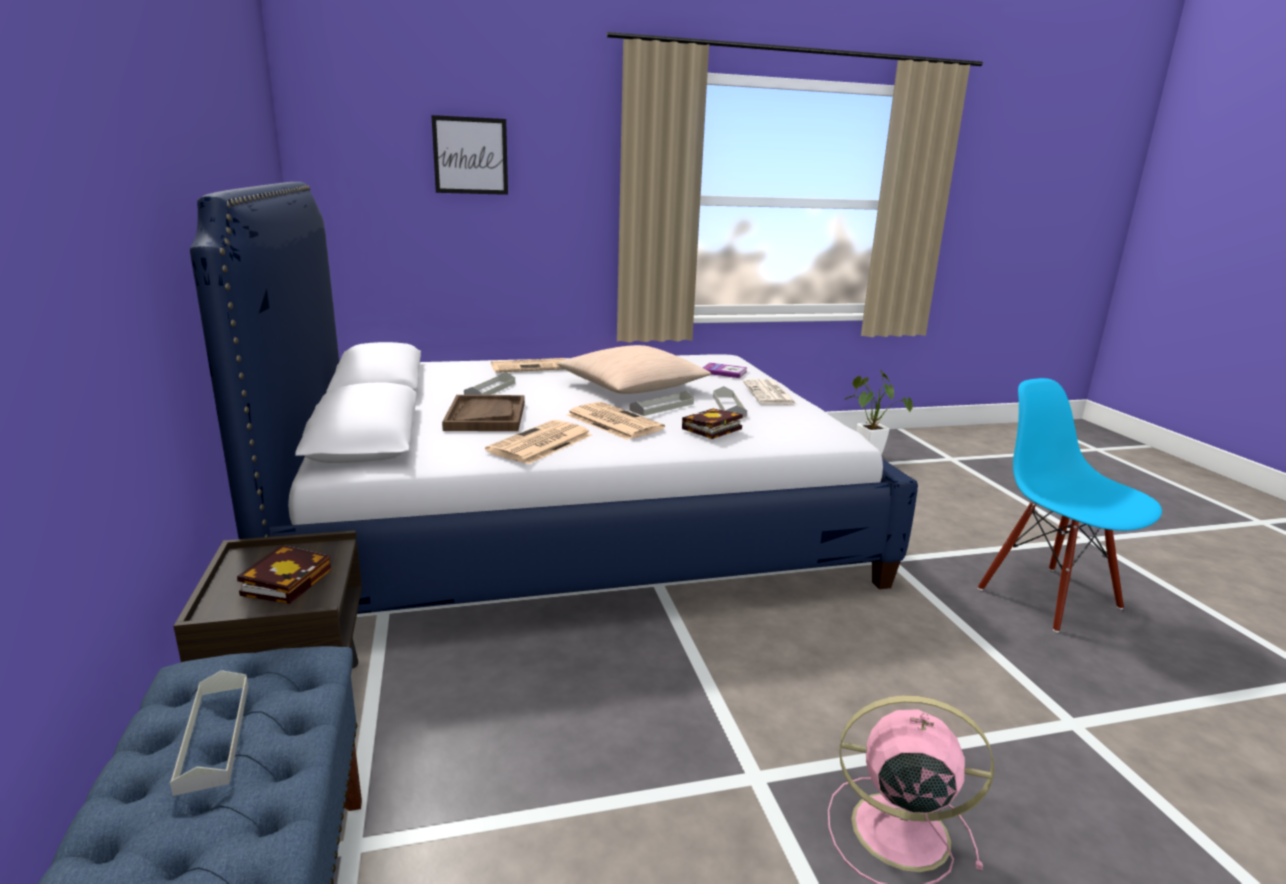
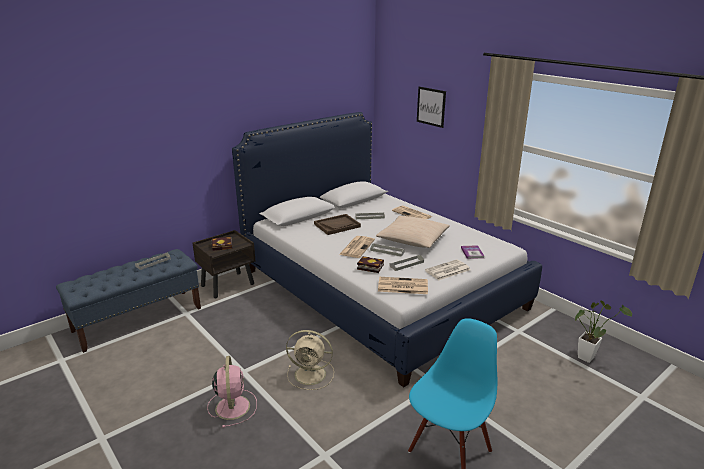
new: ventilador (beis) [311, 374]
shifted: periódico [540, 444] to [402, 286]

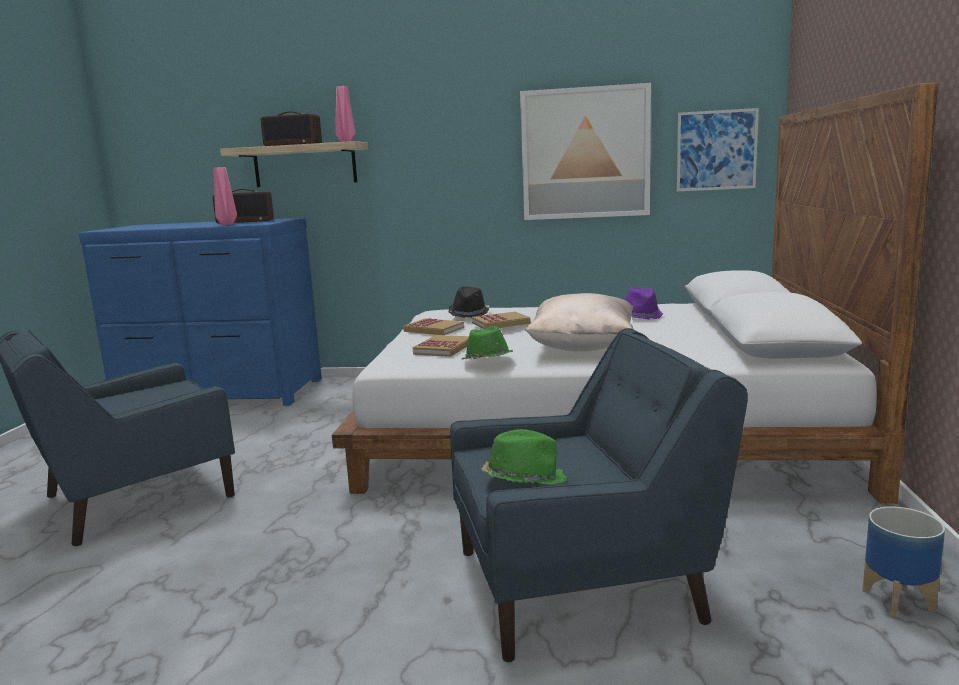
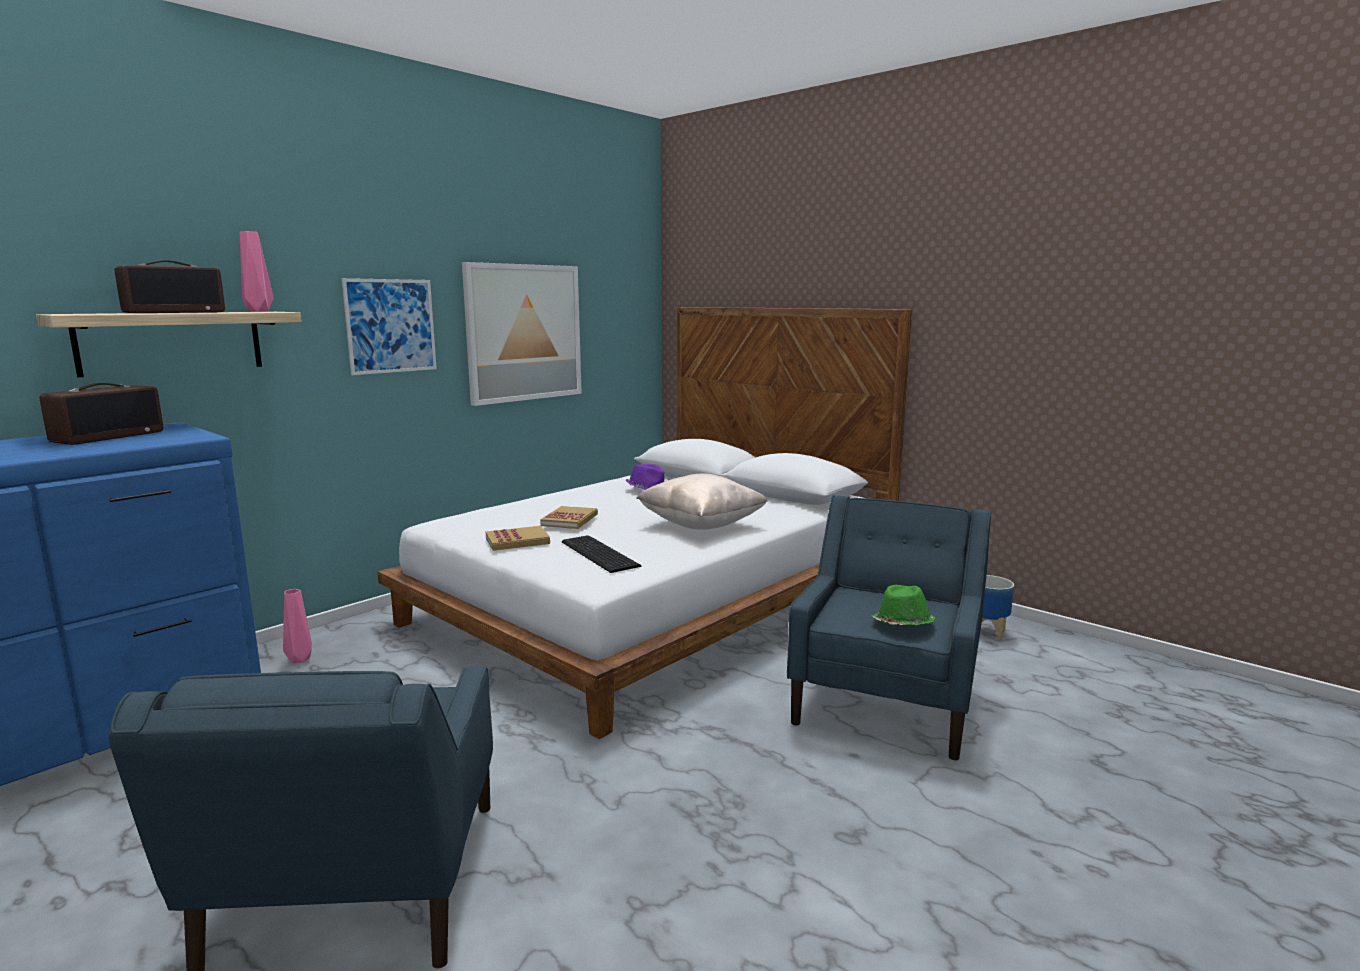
gone: sombrero (negro) [469, 313]; sombrero (verde) [487, 361]
shifted: florero (rosa) [227, 224] to [301, 659]; cuadro [716, 150] to [391, 326]
swapped: libro [443, 348] to teclado [598, 554]

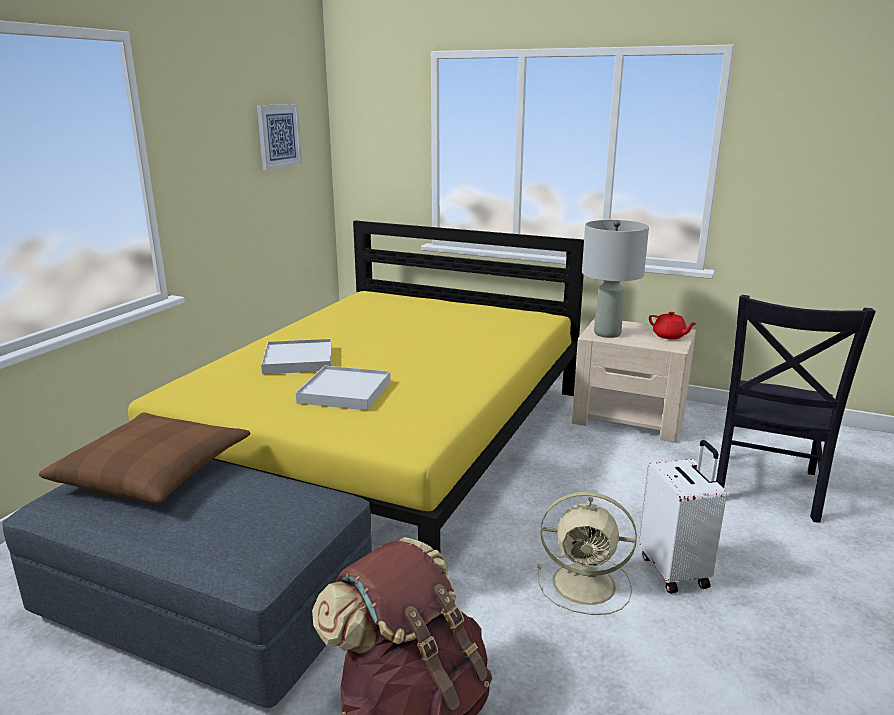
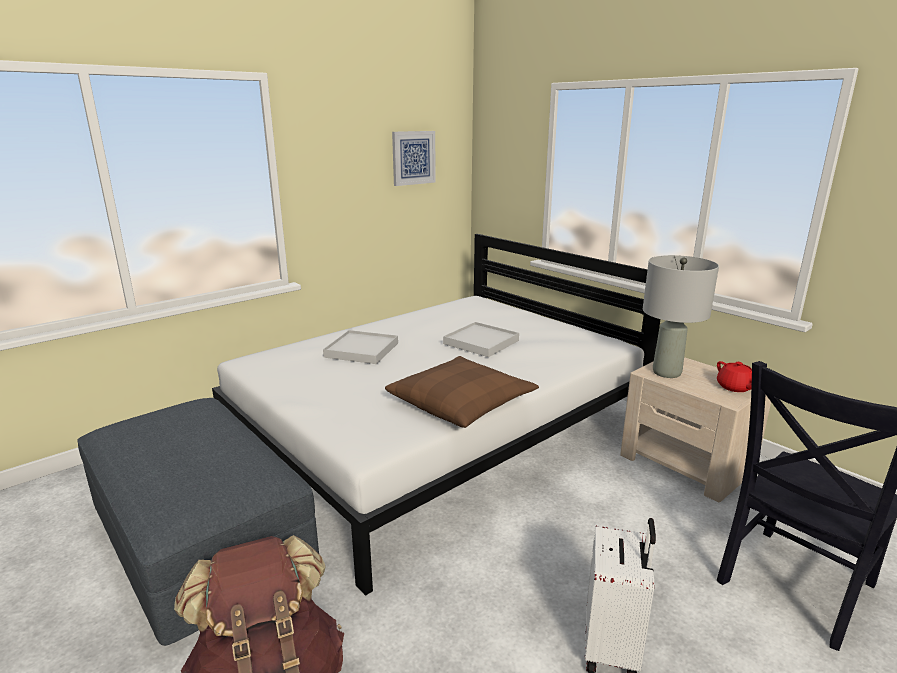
gone: ventilador (beis) [586, 584]
shifted: cojín (marrón) [153, 472] to [461, 403]; bandeja (blanco) [345, 392] to [481, 342]
repainted: cama (amarillo) [389, 441] to cama (blanco) [440, 434]

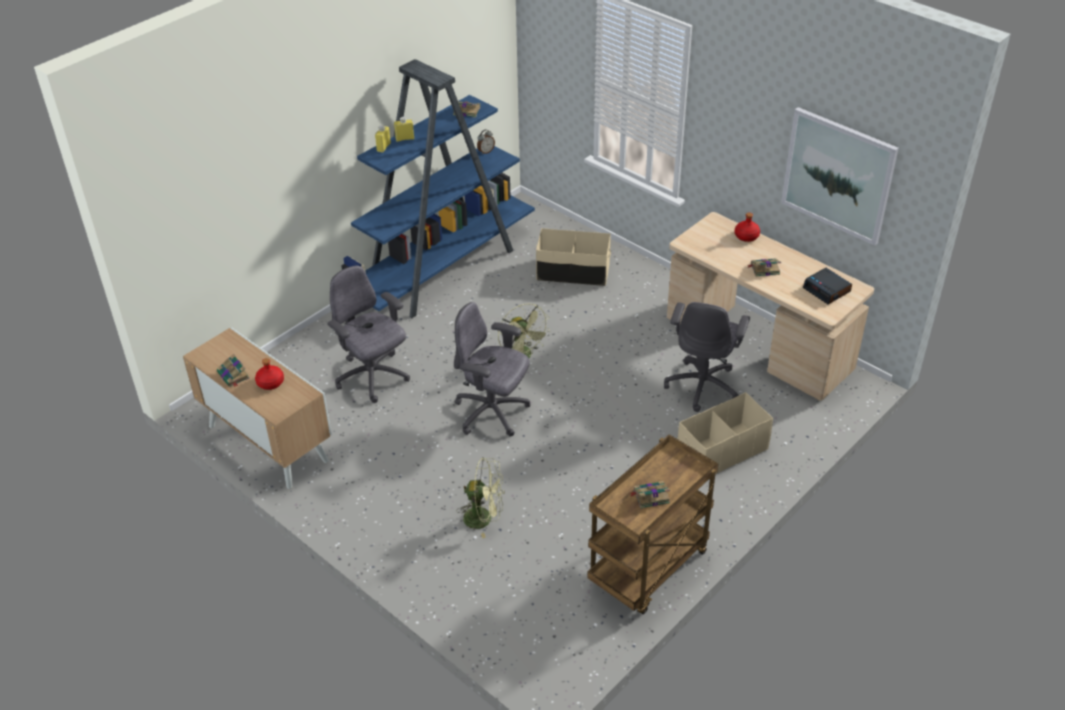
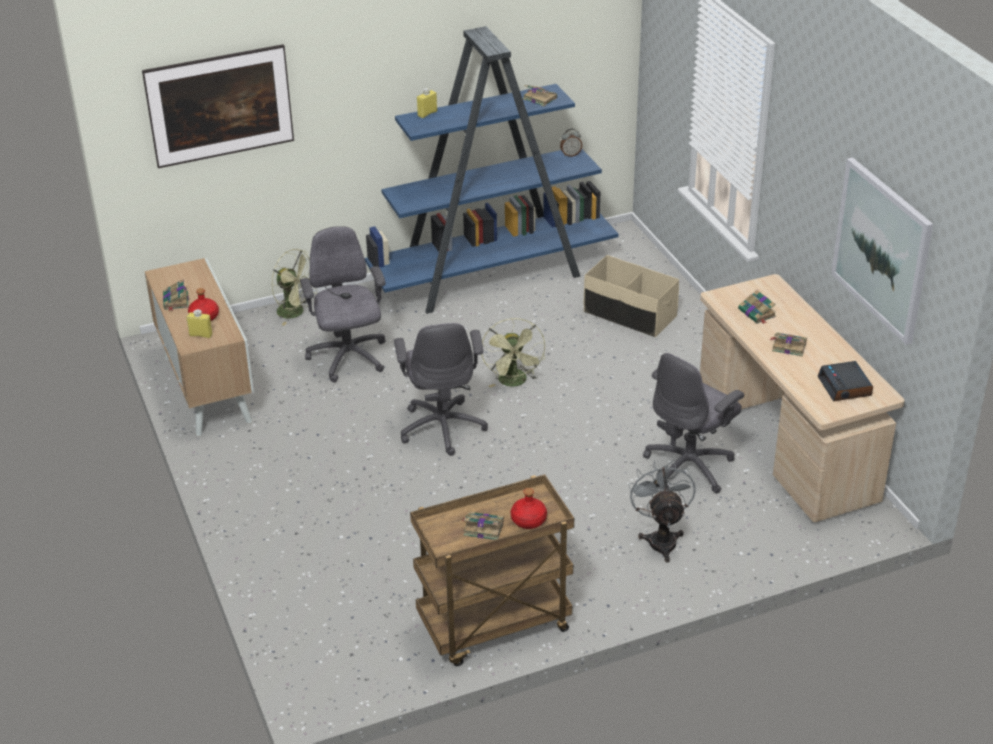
new: cuadro [223, 129]; libro [757, 313]
shifted: botella (amarillo) [404, 139] to [201, 335]; ventilador (verde) [484, 518] to [296, 312]; botella (rojo) [746, 236] to [529, 520]
swapped: caja de almacenaje (beis) [721, 451] to ventilador (gris) [661, 538]
rotated: silla de oficina (gris) [492, 413] = [442, 427] 150 degrees counterclockwise

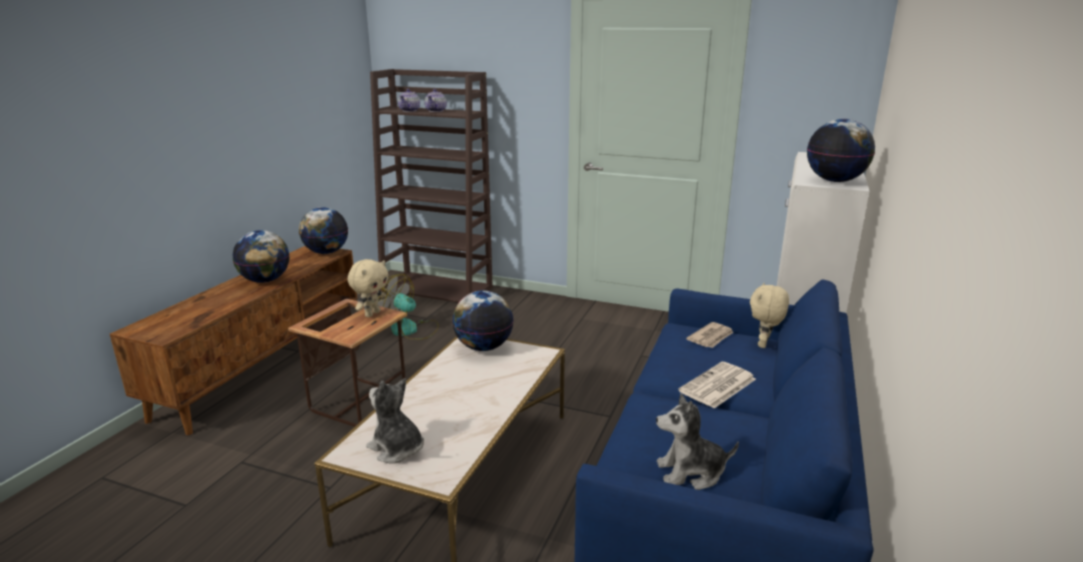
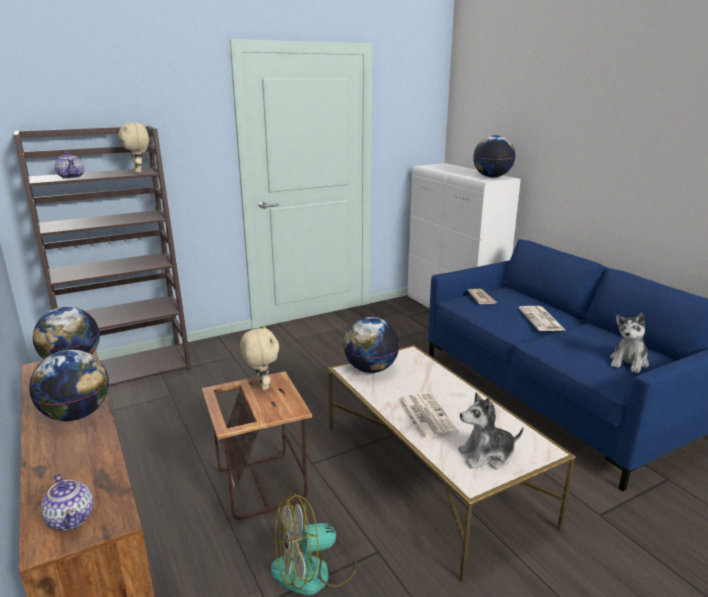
new: periódico [425, 416]
shifted: ventilador [410, 330] to [314, 570]; tetera [436, 111] to [71, 518]; peluche (beis) [764, 344] to [139, 172]

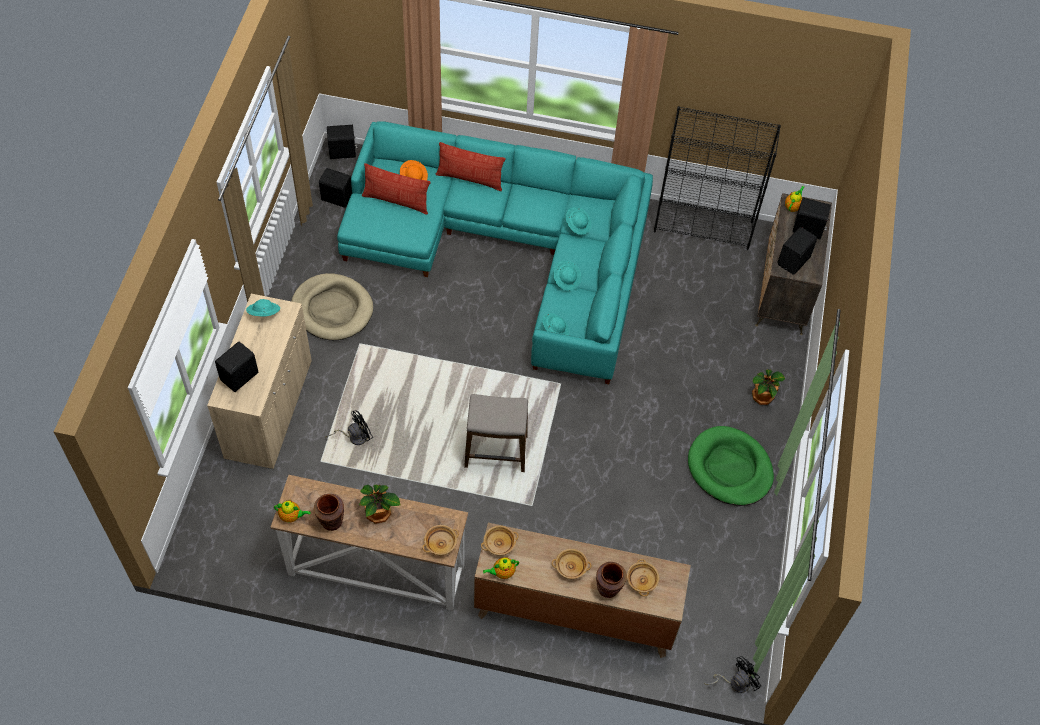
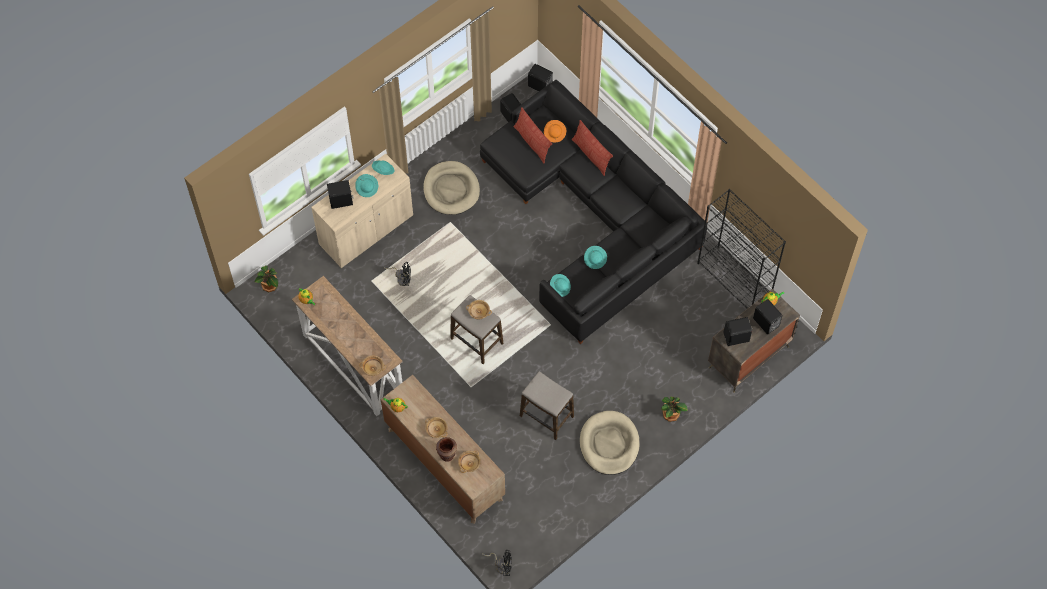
gone: florero (marrón) [331, 521]
new: taburete [546, 416]
shifted: planta en maceta [379, 514] to [269, 286]; cuenco (beis) [499, 544] to [478, 312]; sombrero (turquesa) [578, 225] to [367, 188]
repainted: sofá (turquesa) [509, 249] to sofá (negro) [592, 217]; cama para perro (verde) [729, 468] to cama para perro (beis) [609, 444]

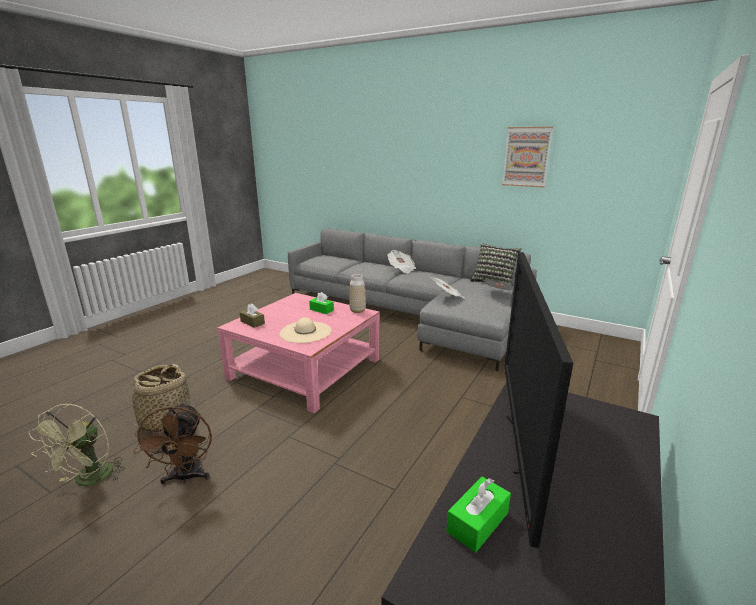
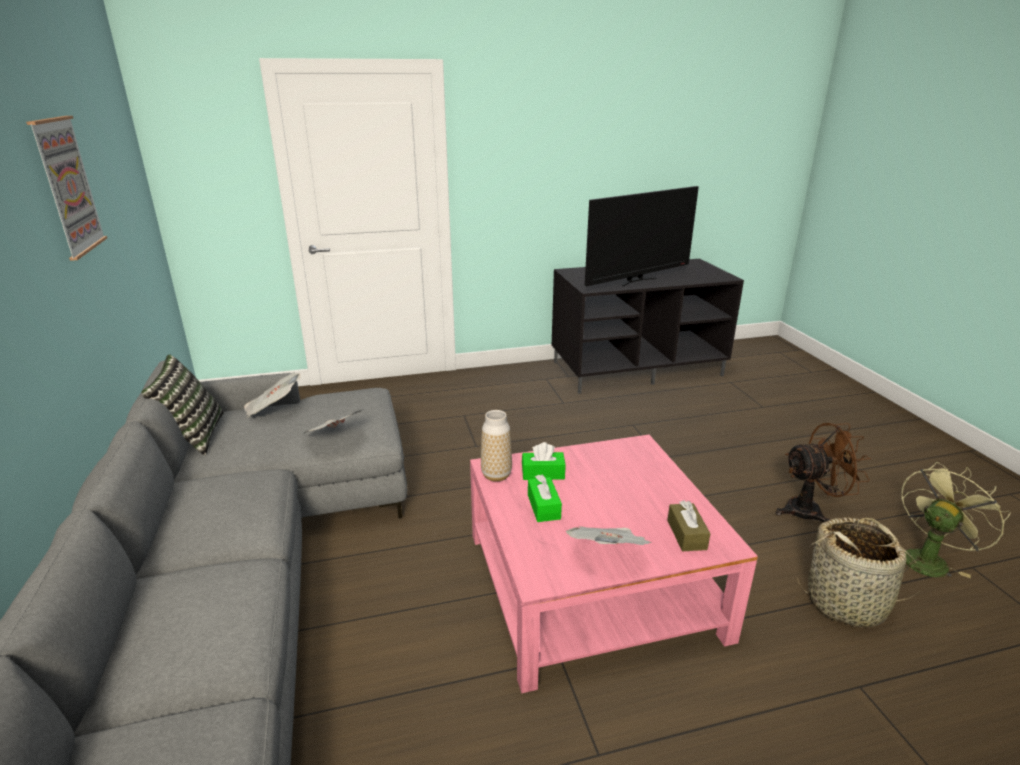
gone: sombrero (beis) [305, 332]
shifted: periódico [401, 269] to [607, 553]; caja de pañuelos (verde) [477, 522] to [543, 473]
rotated: ventilador (marrón) [186, 477] = [811, 510] 45 degrees clockwise

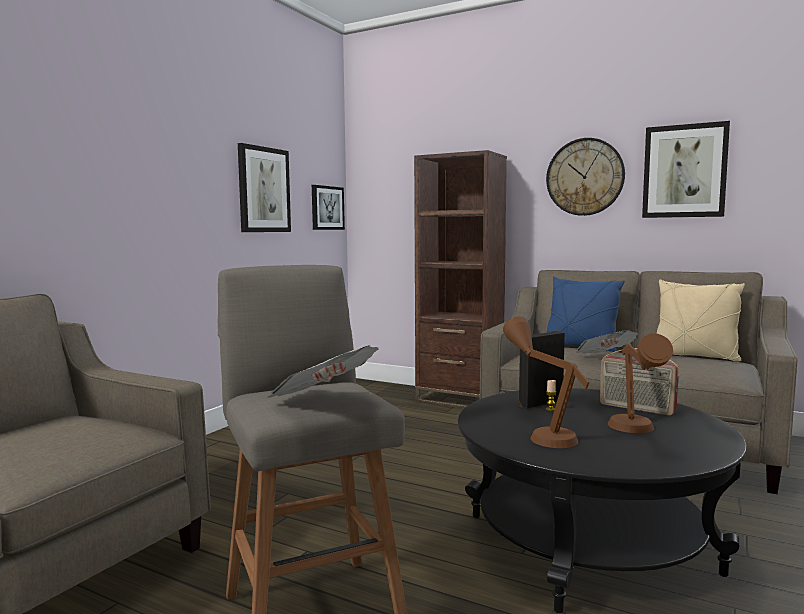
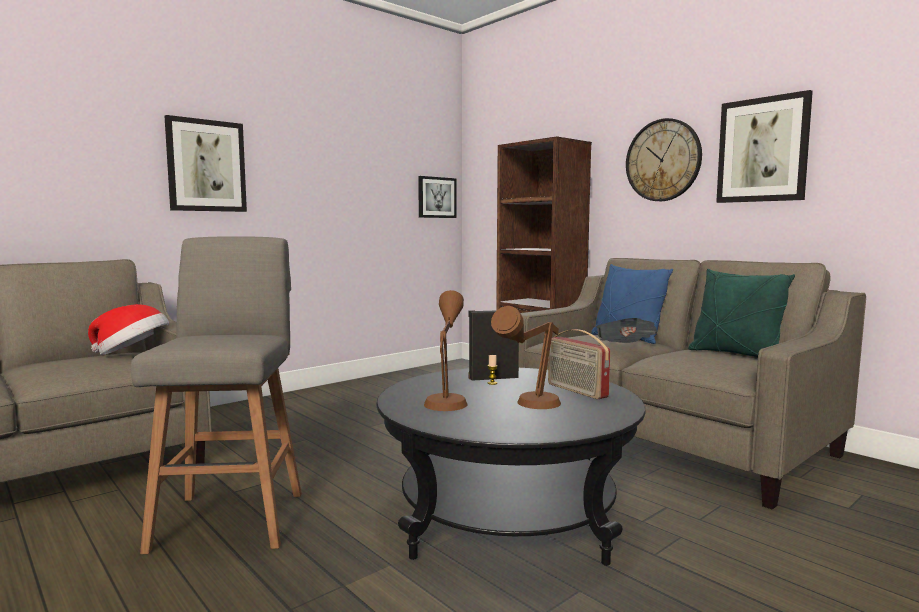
gone: periódico [323, 402]
new: sombrero [132, 354]
shifted: cuadro [263, 190] to [206, 166]
repainted: cojín (beis) [695, 357] to cojín (verde) [735, 354]

